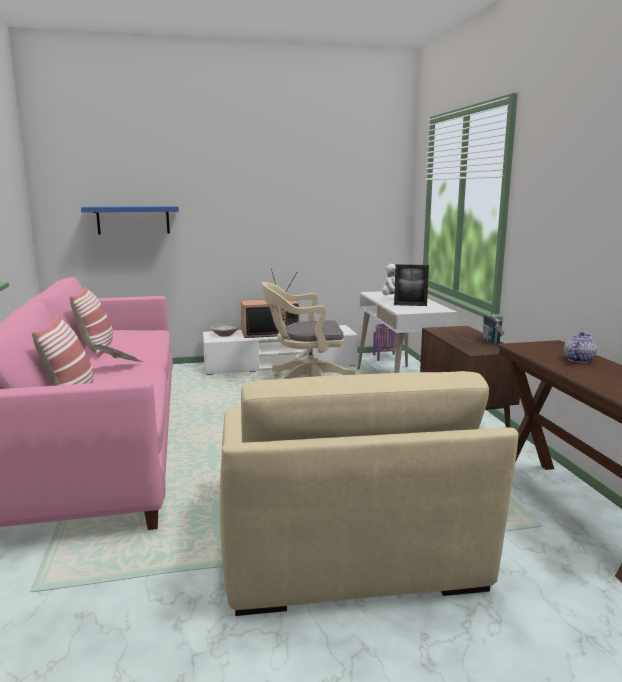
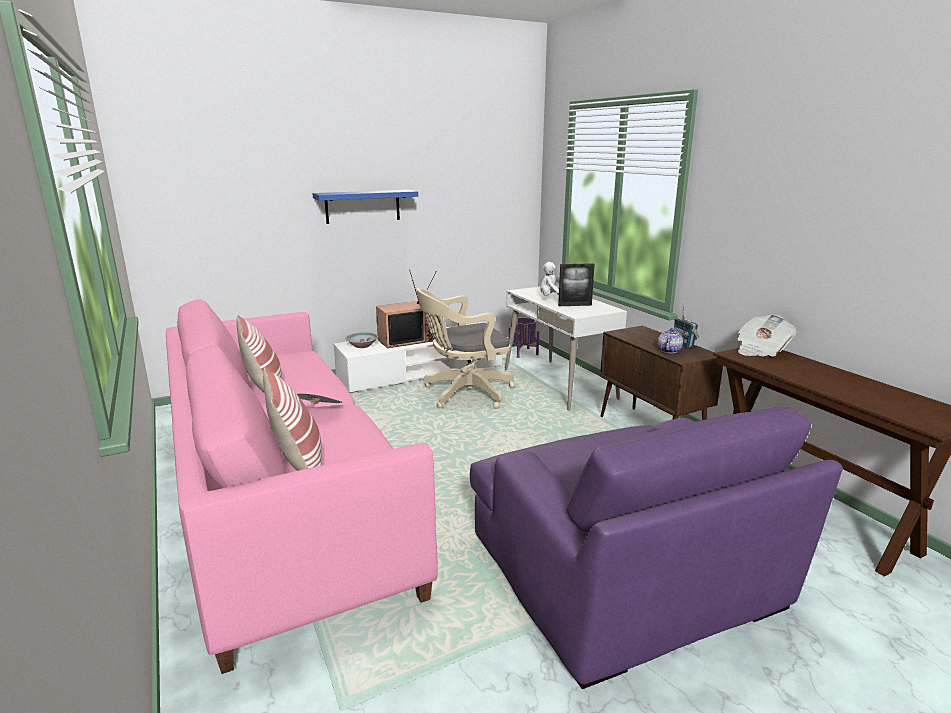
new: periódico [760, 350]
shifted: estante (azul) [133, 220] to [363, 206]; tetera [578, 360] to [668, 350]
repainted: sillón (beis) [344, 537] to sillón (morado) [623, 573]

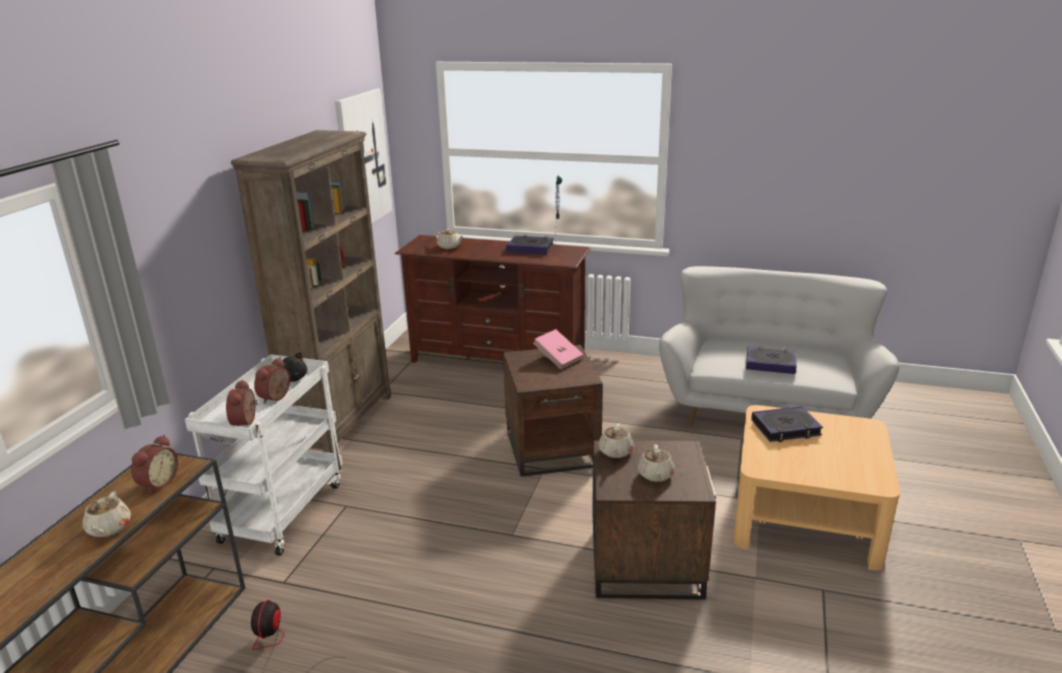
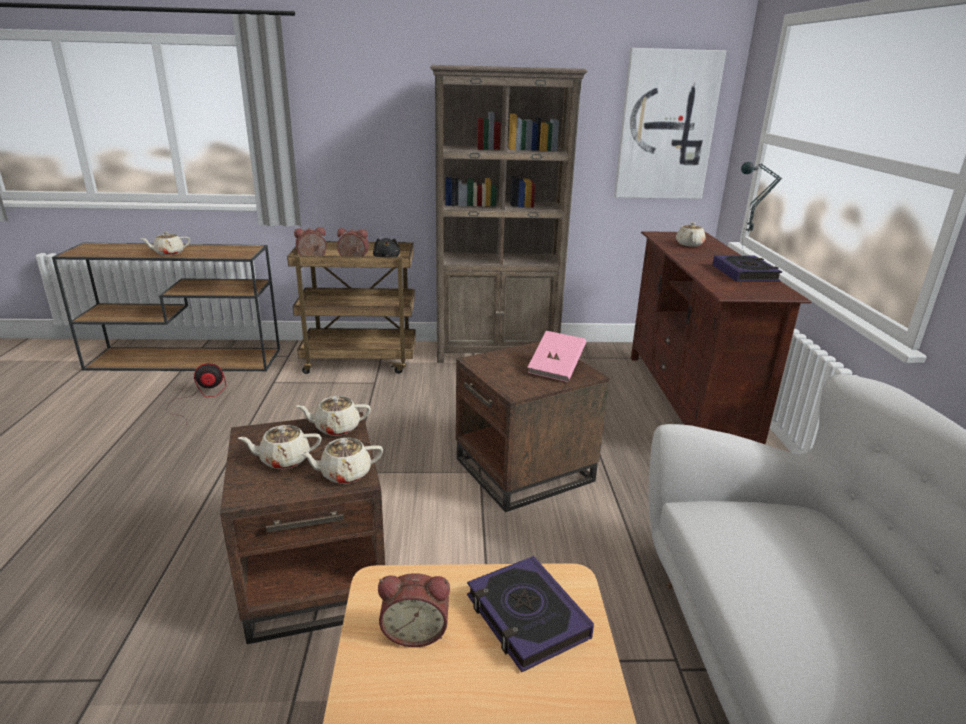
gone: libro [770, 364]
new: tetera (beis) [344, 474]
shifted: despertador [157, 483] to [415, 631]
repainted: carrito (blanco) [283, 510] to carrito (marrón) [361, 361]

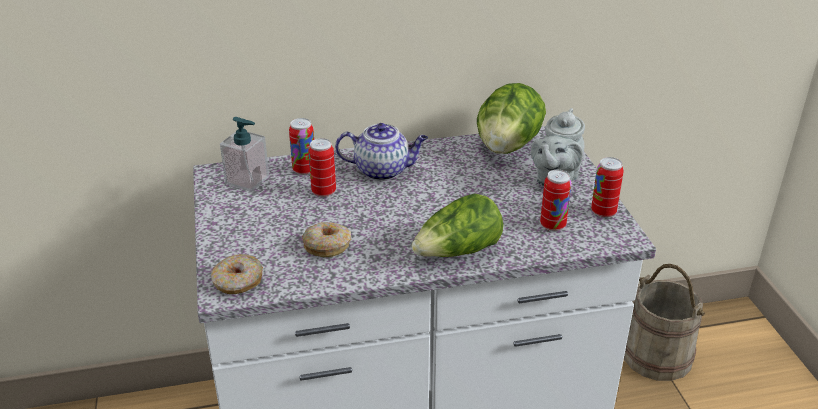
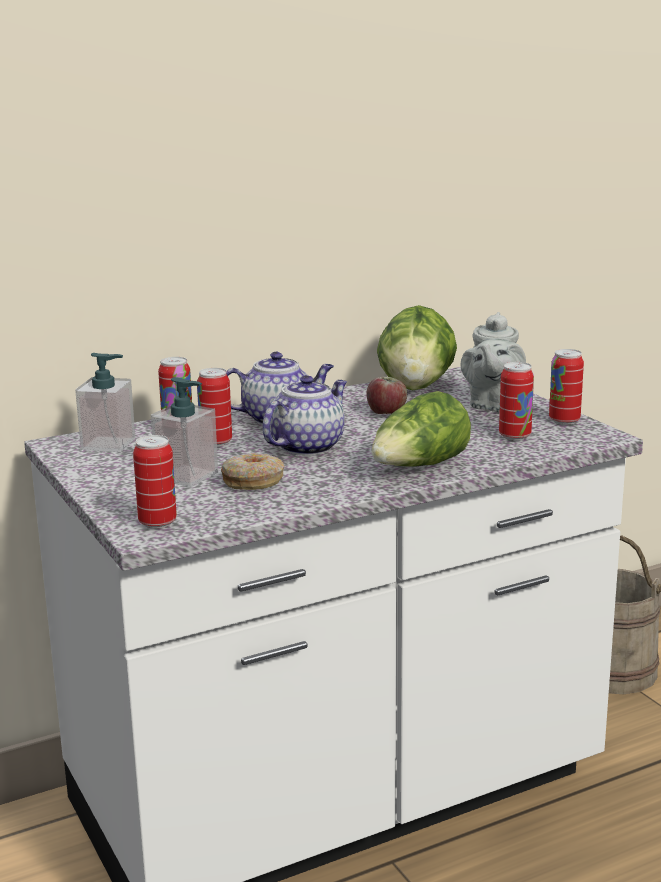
new: dispensador de jabón [187, 476]; tetera [307, 446]; manzana [387, 413]
swapped: rosquilla [238, 282] to lata [157, 522]

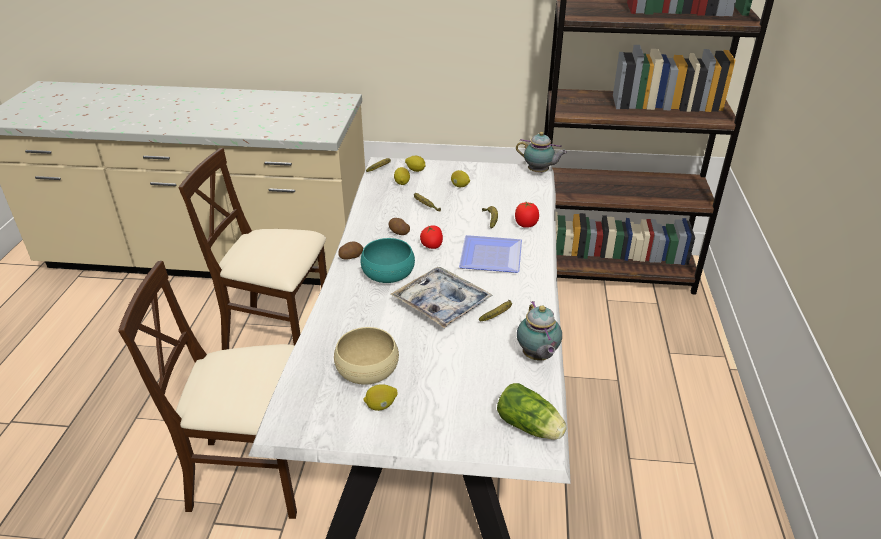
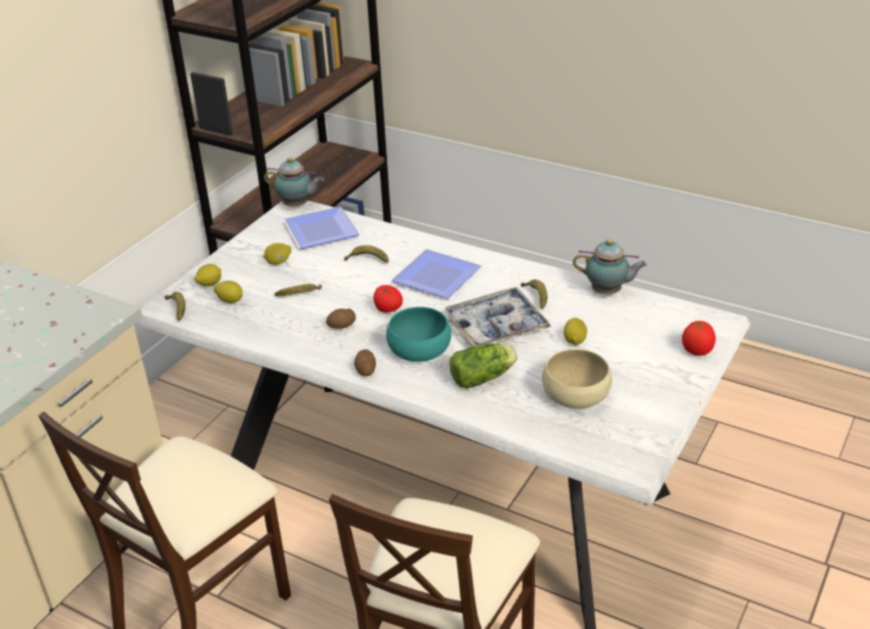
new: plato [324, 231]
shifted: limón [381, 406] to [575, 340]; lechuga [531, 427] to [484, 377]; tomate [526, 225] to [697, 351]
rotated: tetera [539, 172] = [297, 205] 60 degrees clockwise

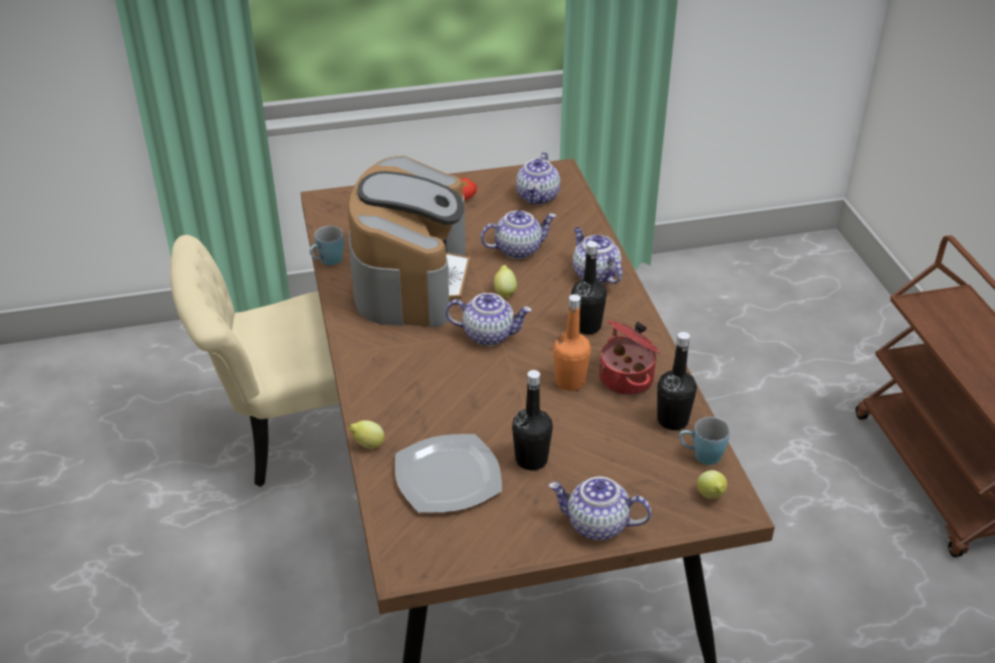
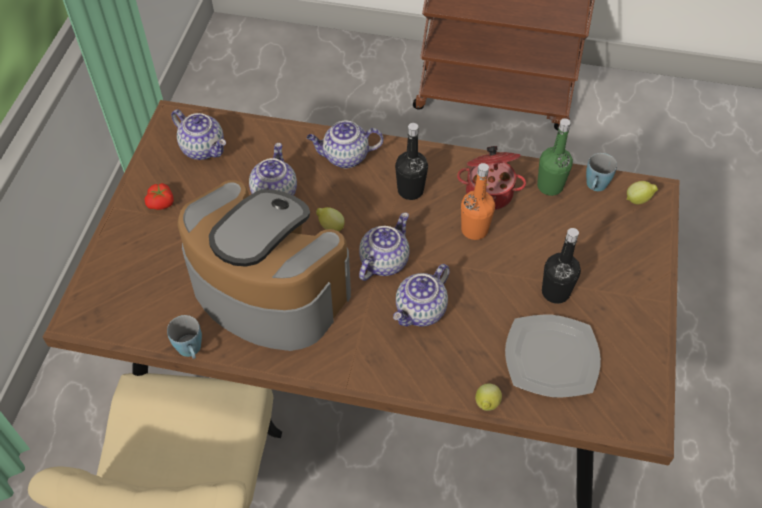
shifted: tetera [596, 525] to [421, 311]
repainted: botella (negro) [672, 420] to botella (verde) [550, 186]

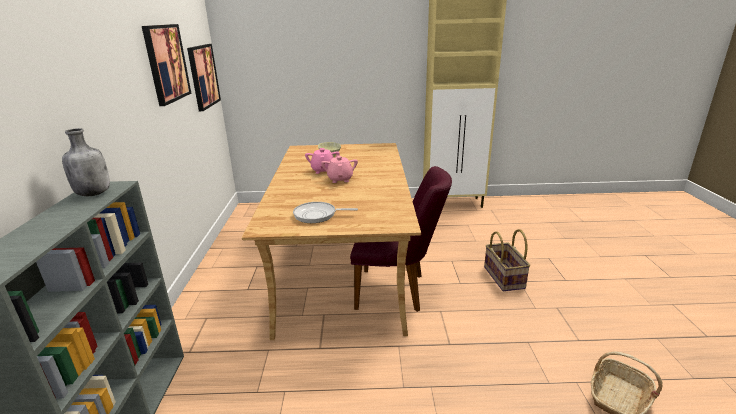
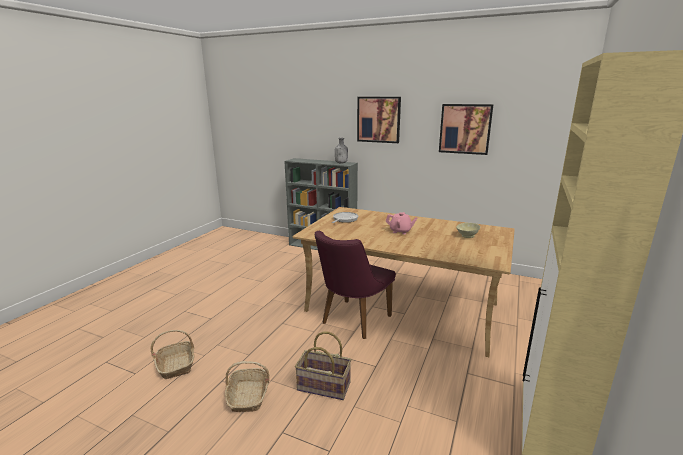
gone: tetera (rosa) [323, 170]
new: cesta [248, 396]
shifted: cuadro [203, 76] to [378, 119]

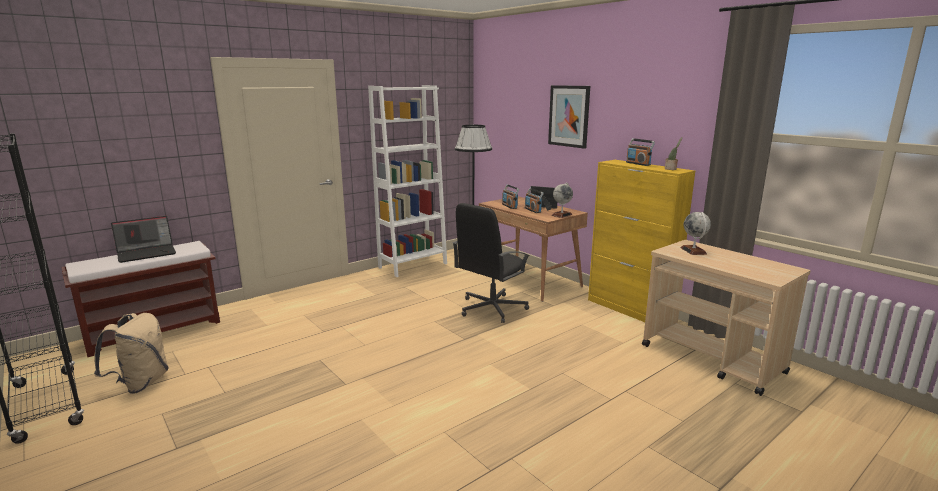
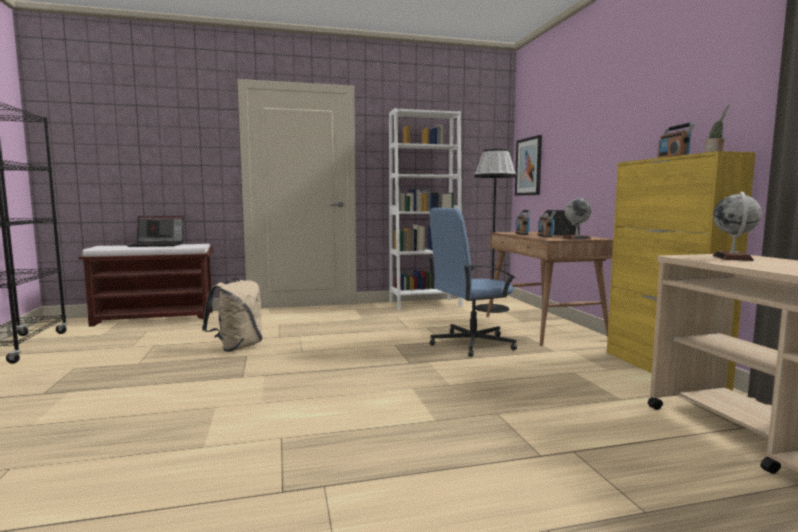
shifted: mochila (beis) [141, 383] to [237, 347]; cuadro [569, 116] to [528, 166]
repainted: silla de oficina (negro) [491, 308] to silla de oficina (azul) [471, 343]

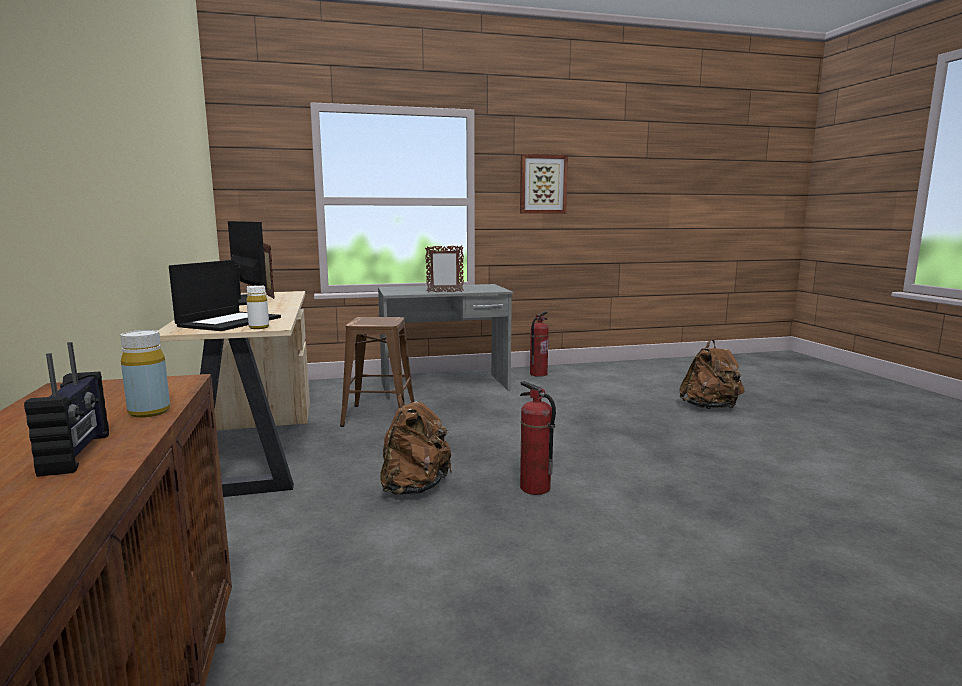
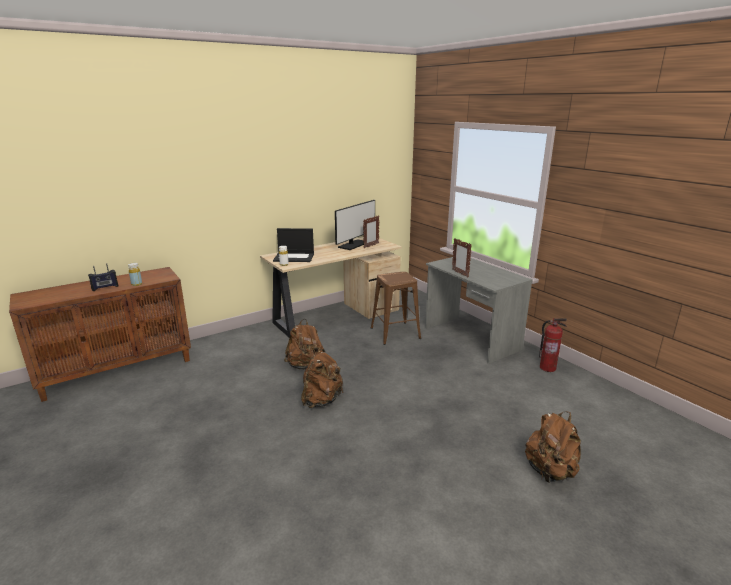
gone: cuadro [543, 184]
swapped: extintor [534, 488] to mochila (marrón) [321, 400]

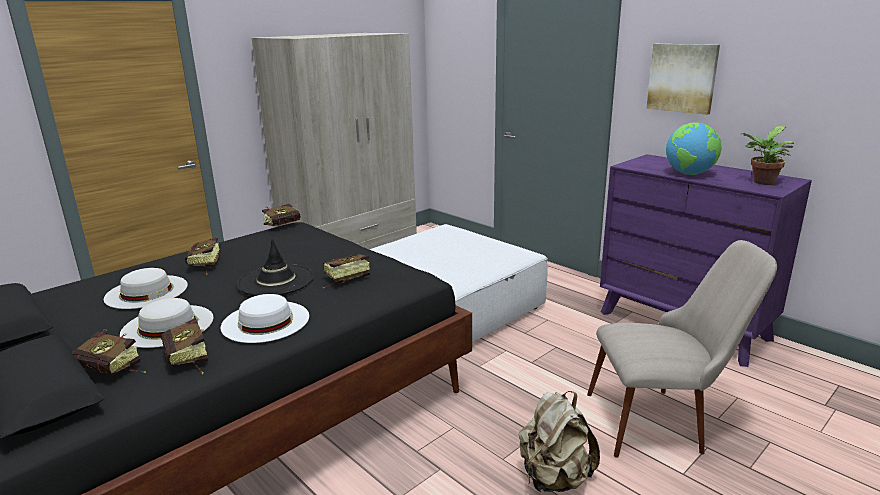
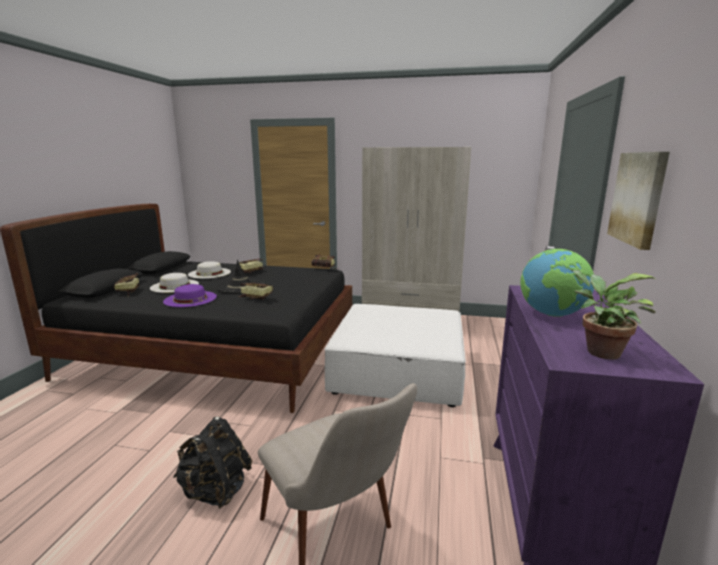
gone: libro [188, 361]
repainted: sombrero (blanco) [265, 321] to sombrero (morado) [190, 299]; mochila (beis) [554, 478] to mochila (negro) [215, 491]

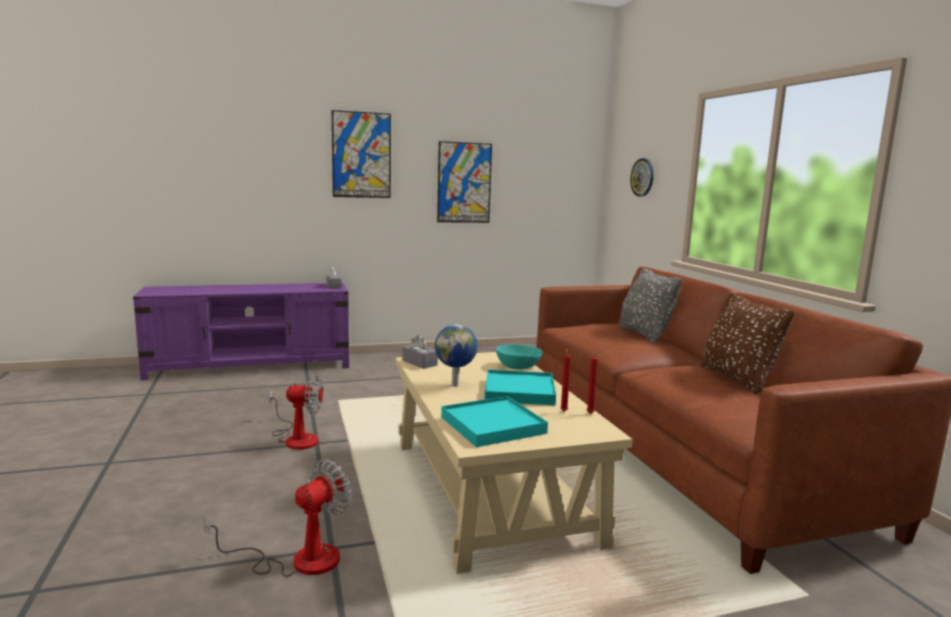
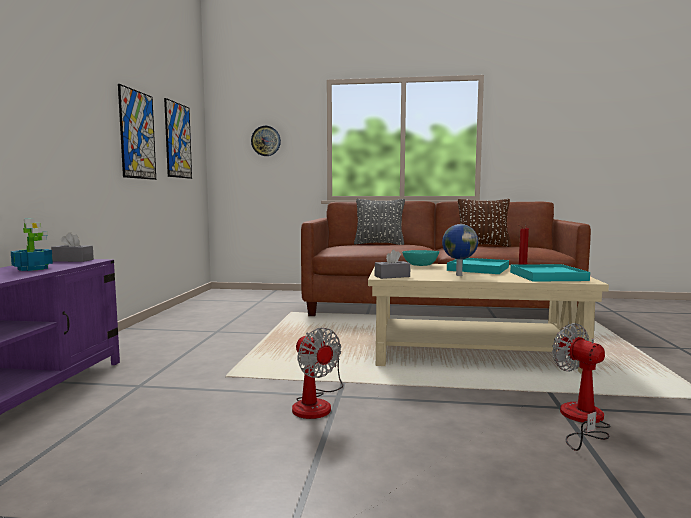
new: planta en maceta [33, 268]
shifted: cuadro [361, 155] to [178, 140]
rotated: ventilador [297, 438] = [316, 403] 120 degrees clockwise

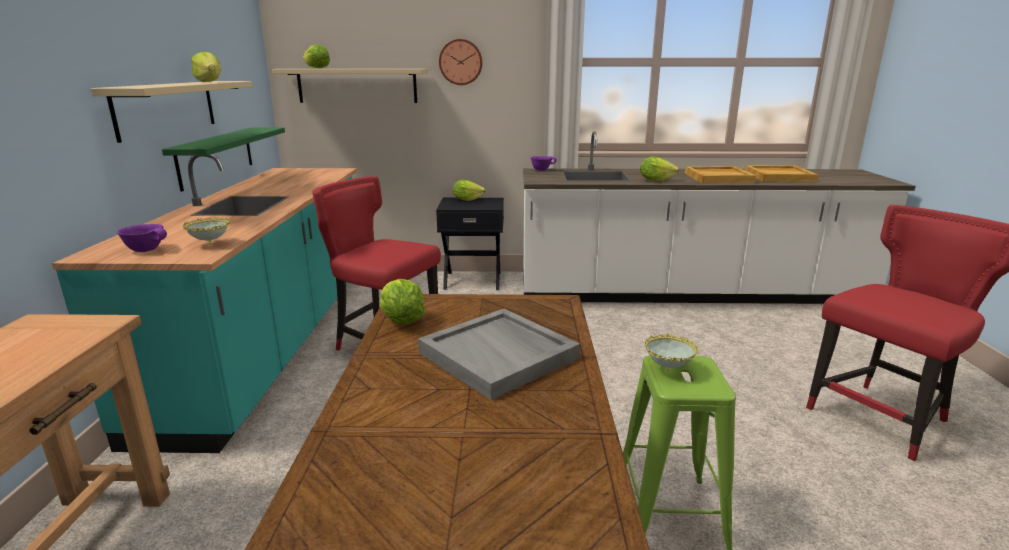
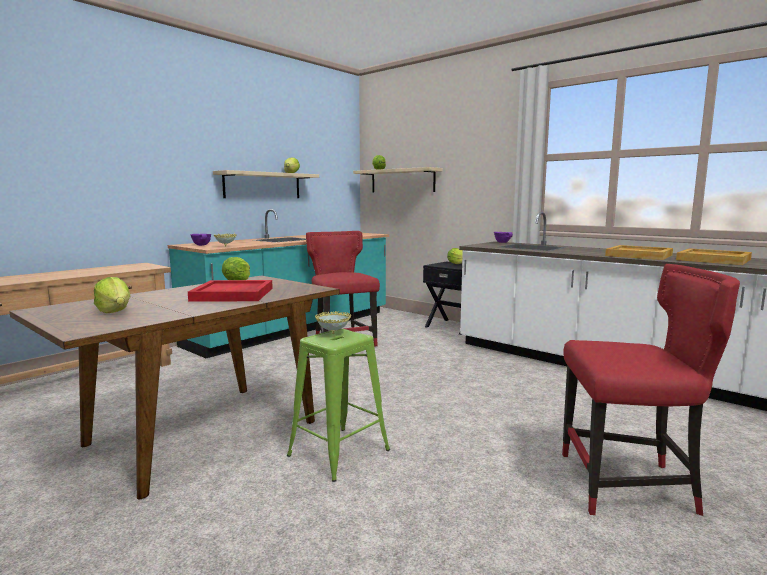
gone: estante (verde) [216, 156]; reloj de pared [461, 62]
shifted: lechuga [655, 180] to [115, 311]
repainted: bandeja (gris) [500, 355] to bandeja (rojo) [233, 294]

